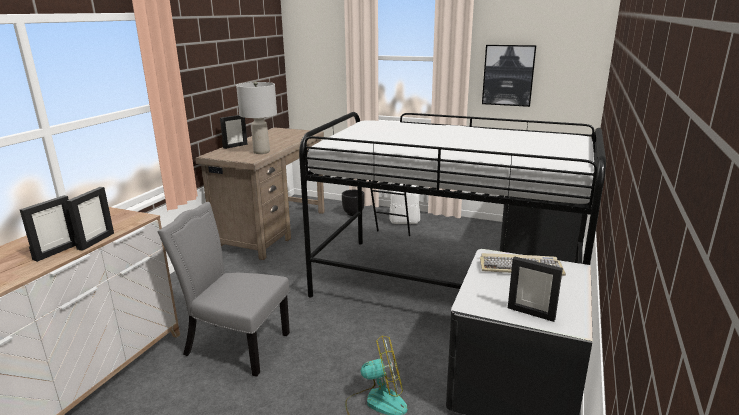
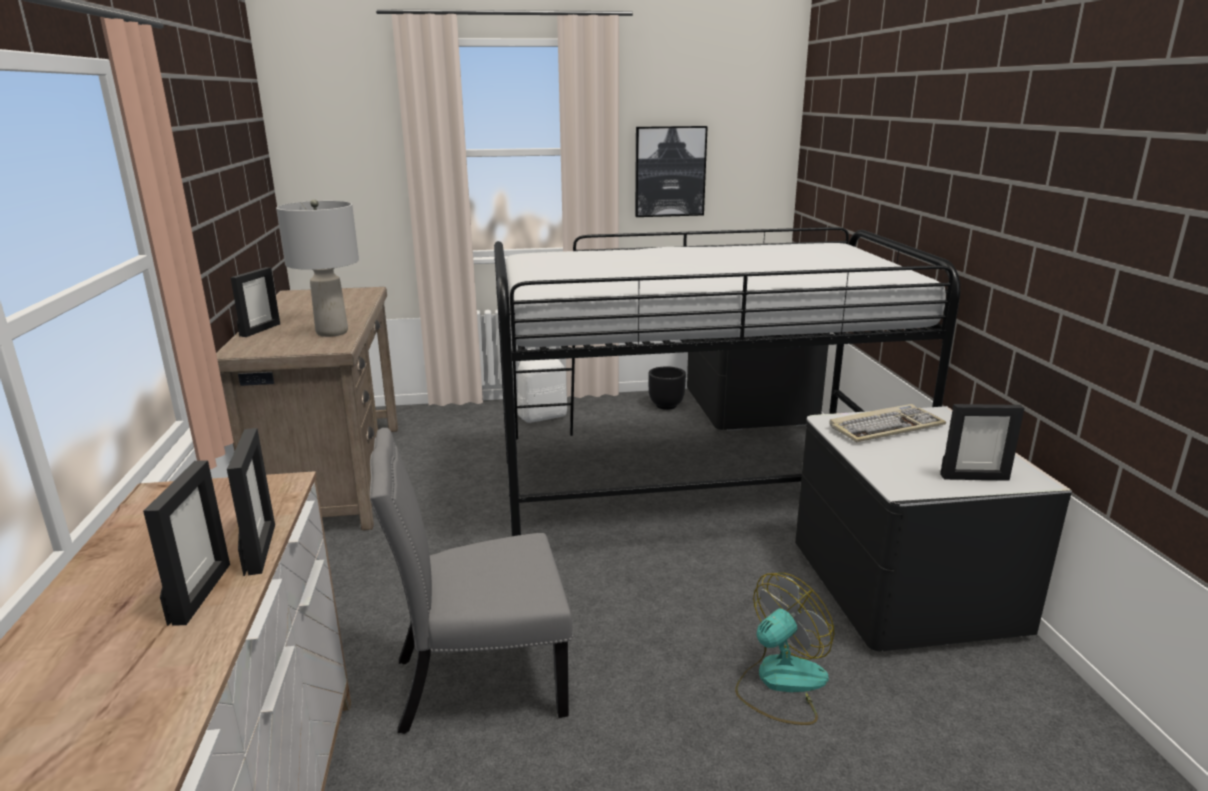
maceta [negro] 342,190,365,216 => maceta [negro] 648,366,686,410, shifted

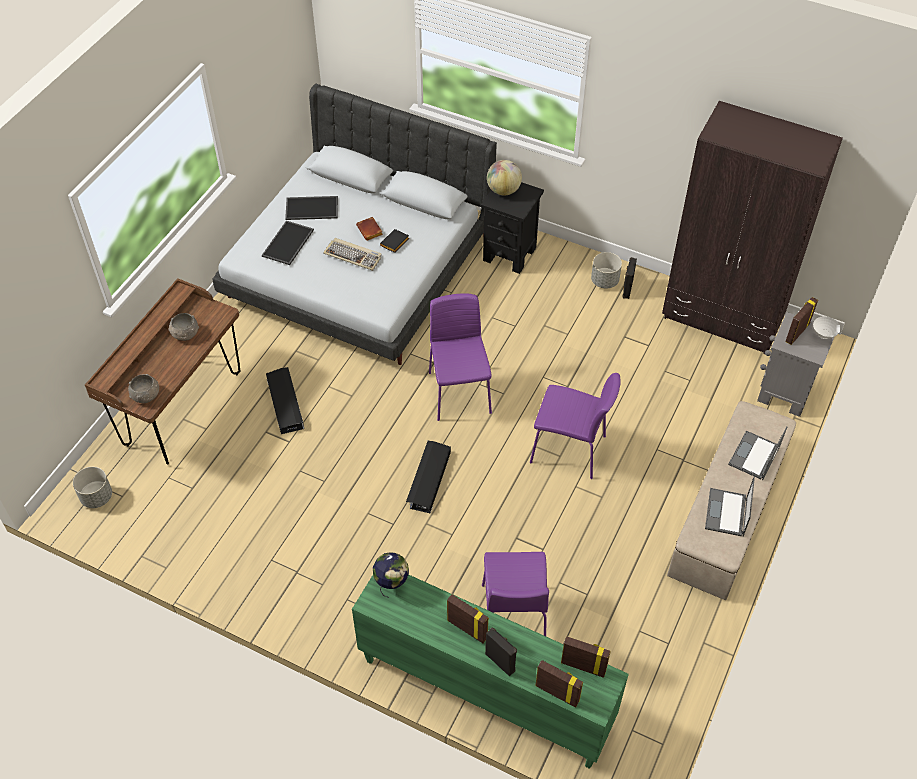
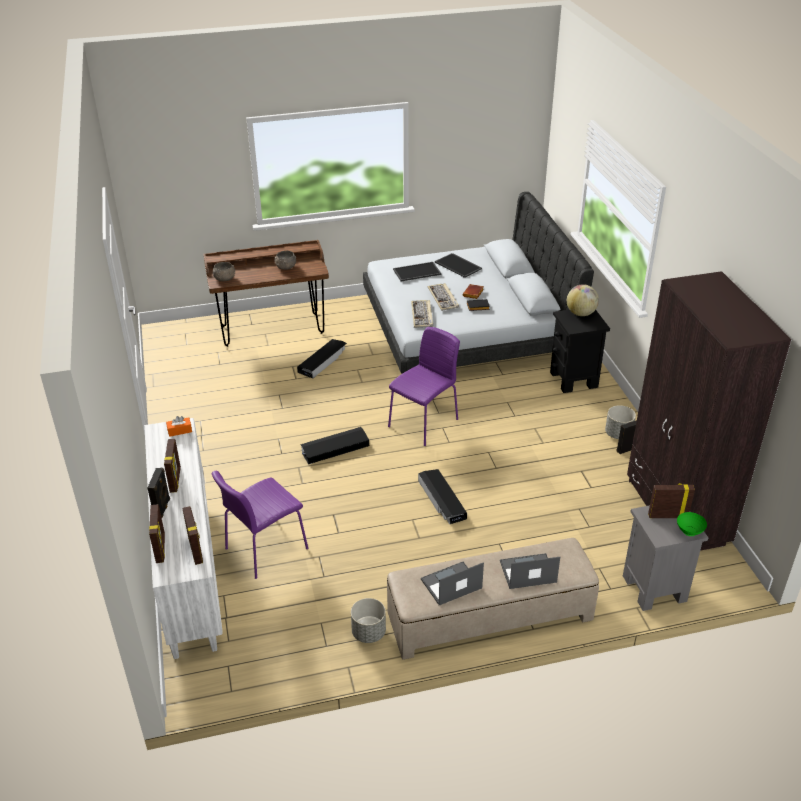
cómoda [verde] 352,575,629,768 => cómoda [blanco] 144,418,223,659
globo terráqueo 373,553,409,598 => caja de pañuelos [naranja] 166,416,192,437
maceta [gris] 73,467,112,508 => maceta [gris] 351,598,386,643, shifted
nothing => teclado 411,300,433,328
silla [morado] 530,373,621,479 => caja de almacenaje [negro] 418,469,467,524
cuenco [blanco] 813,316,841,339 => cuenco [verde] 677,512,707,536

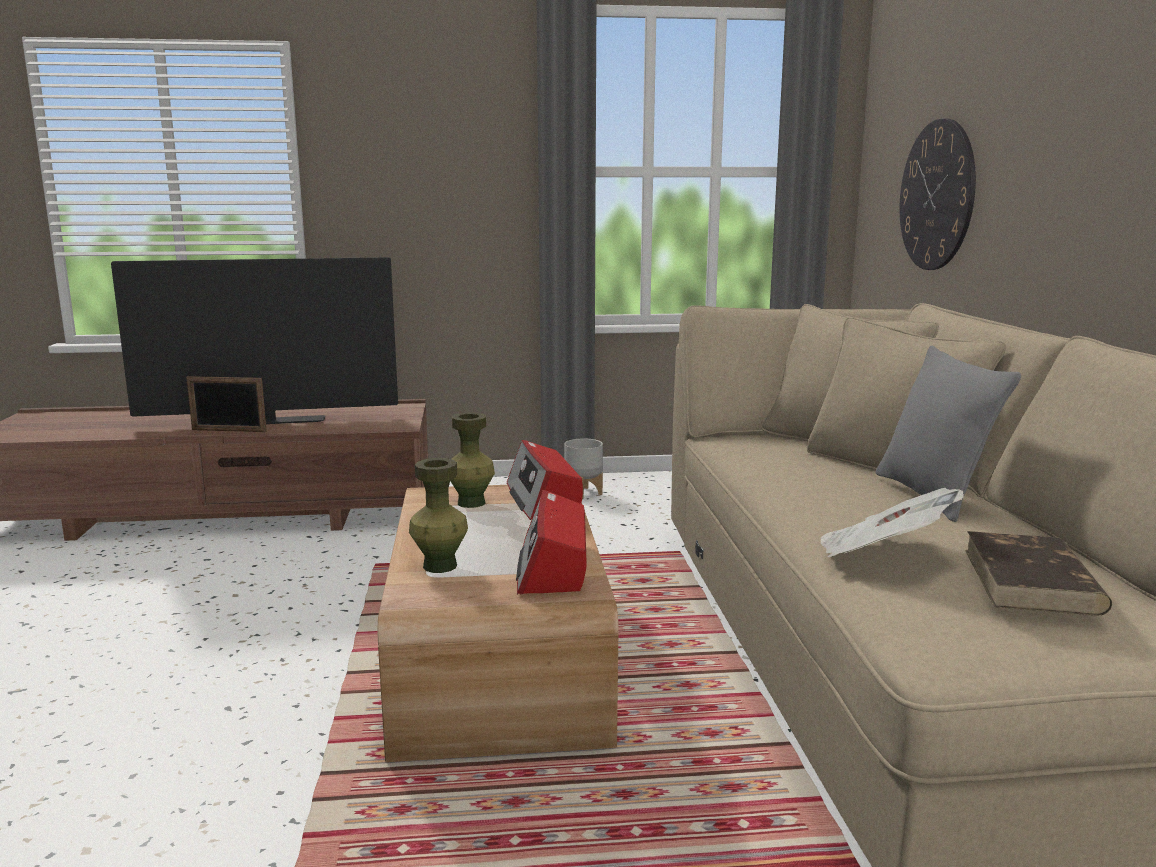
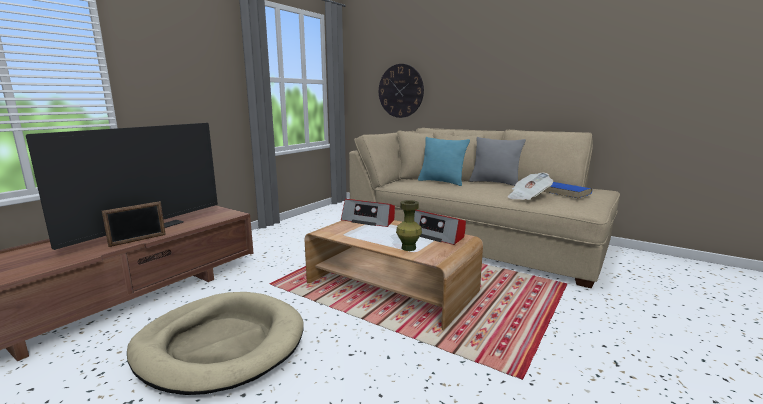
nothing => cama para perro [beis] 127,292,304,395
nothing => cojín [turquesa] 418,137,470,186
libro [marrón] 965,531,1112,616 => libro [azul] 543,182,592,198
florero [verde] 450,412,495,508 => nothing
maceta [gris] 565,439,603,500 => nothing

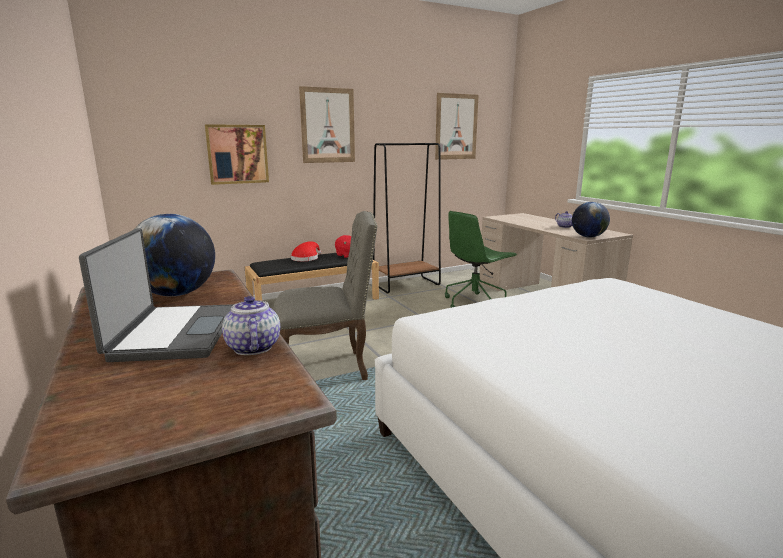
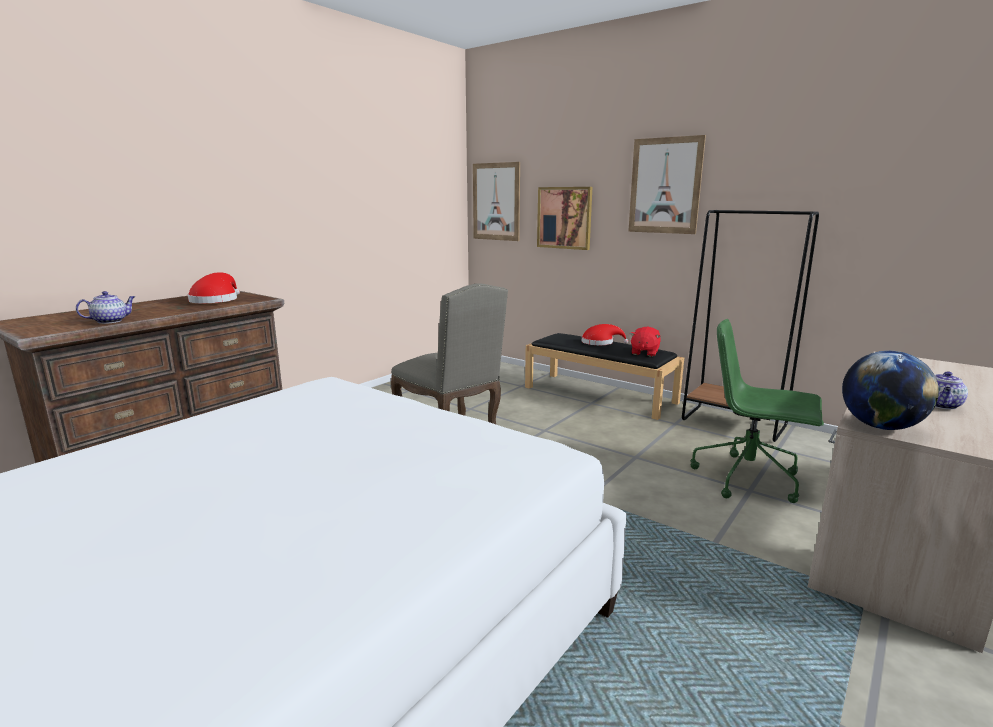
globo terráqueo 134,214,215,296 => sombrero [rojo] 188,272,240,303
cuadro 435,93,479,160 => cuadro 473,162,520,241, shifted
portátil 79,228,234,362 => nothing

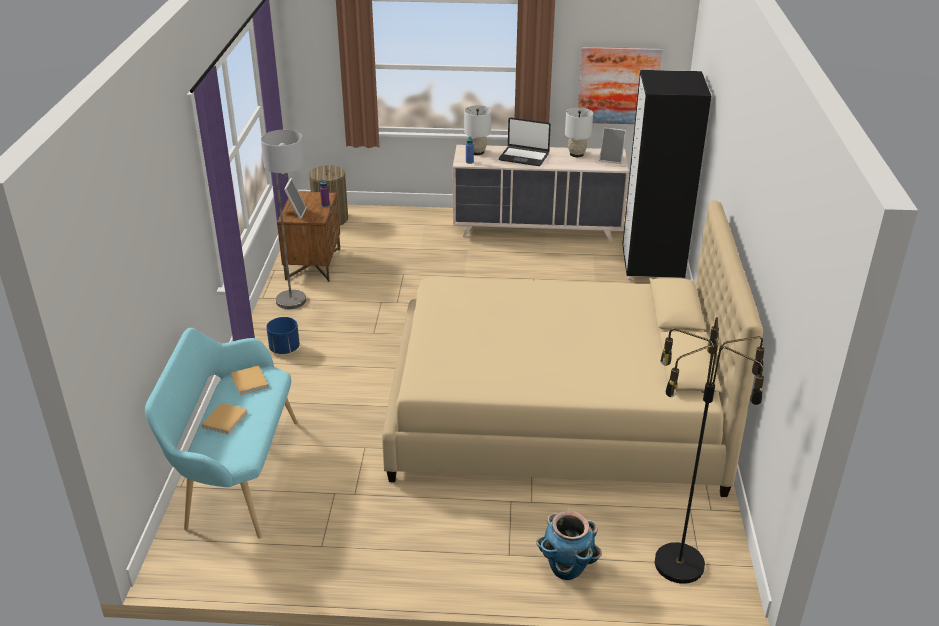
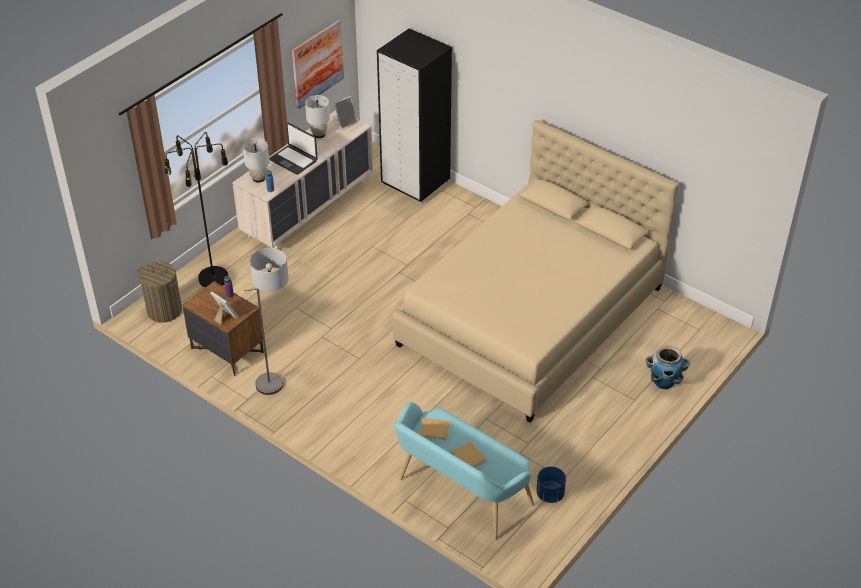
lámpara de pie 654,317,765,584 => lámpara de pie 164,132,228,287, shifted
portátil 499,117,551,166 => portátil 269,122,318,175, 75 degrees clockwise
maceta [azul] 266,317,300,354 => maceta [azul] 536,467,566,503, shifted

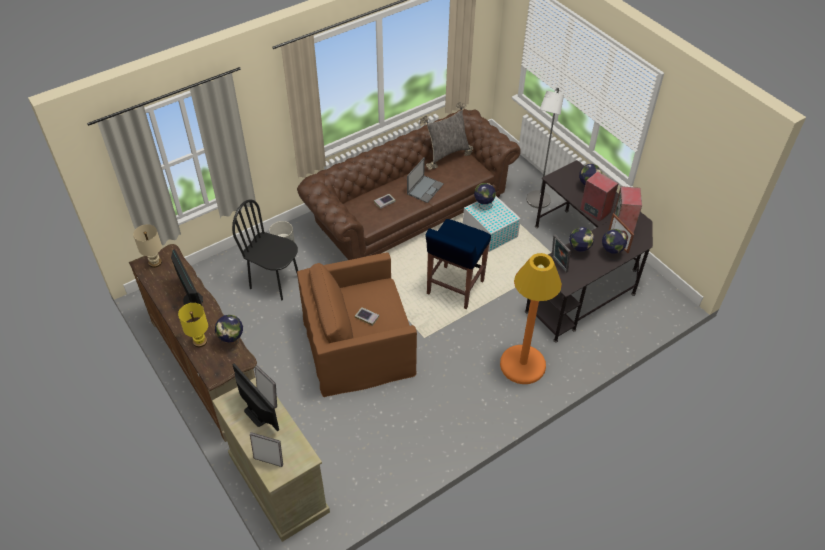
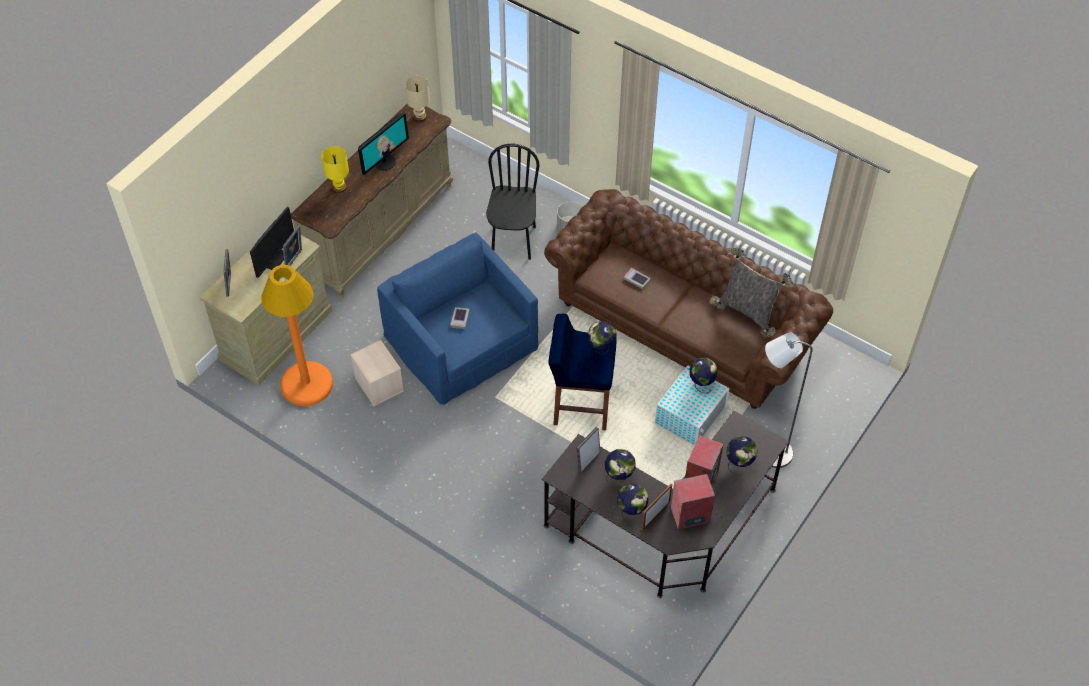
lámpara de pie [naranja] 500,253,562,384 => lámpara de pie [naranja] 262,265,333,406, shifted
nothing => caja de almacenaje [beis] 351,340,404,406
sillón [marrón] 297,252,417,397 => sillón [azul] 377,233,538,405
globo terráqueo 215,315,243,346 => globo terráqueo 588,321,617,355, shifted
portátil 407,157,444,203 => nothing

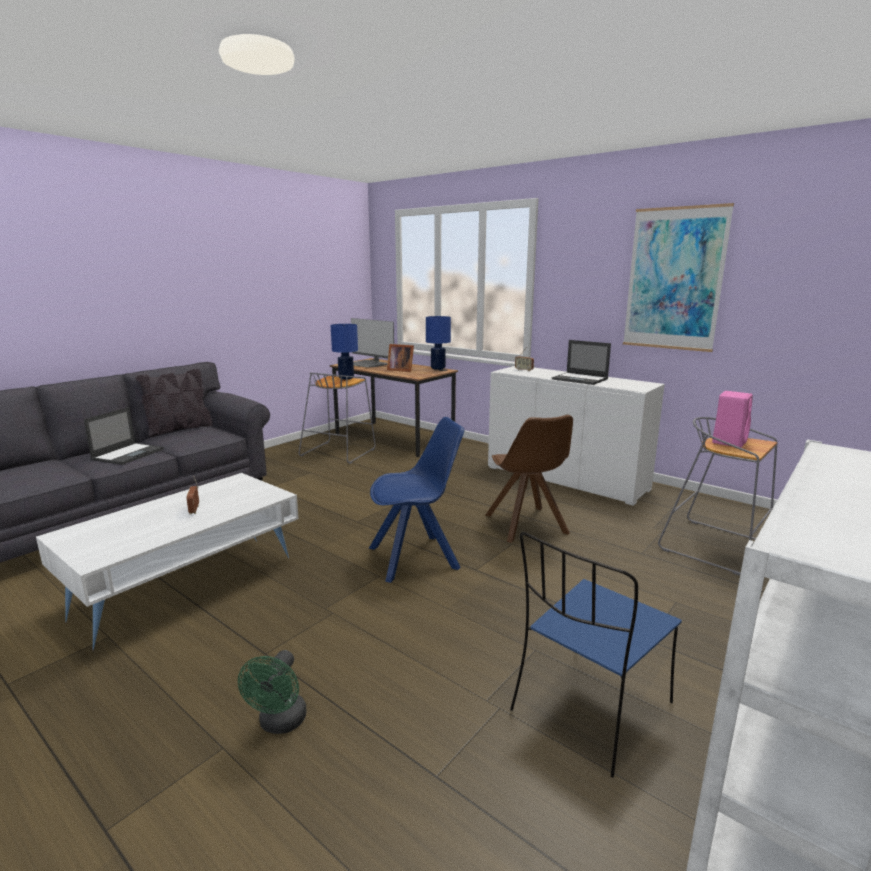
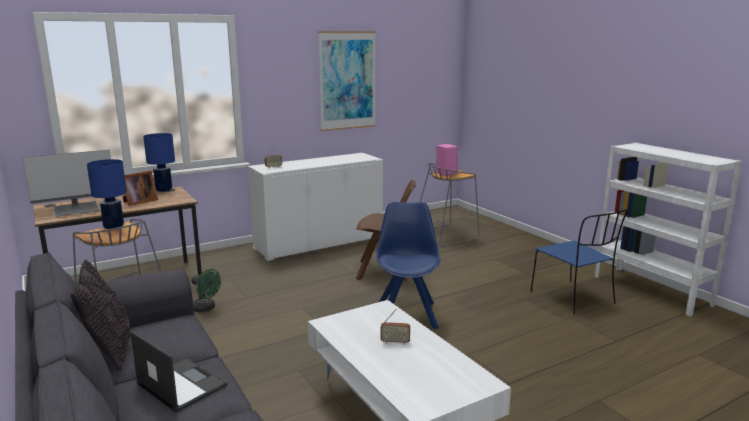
ventilador [verde] 238,650,307,734 => ventilador [verde] 192,269,221,312, shifted
portátil 552,340,611,385 => nothing

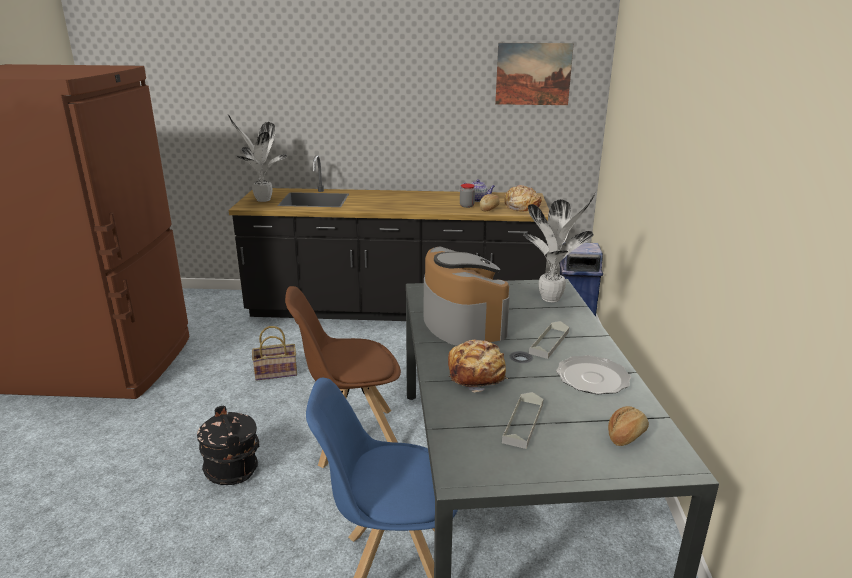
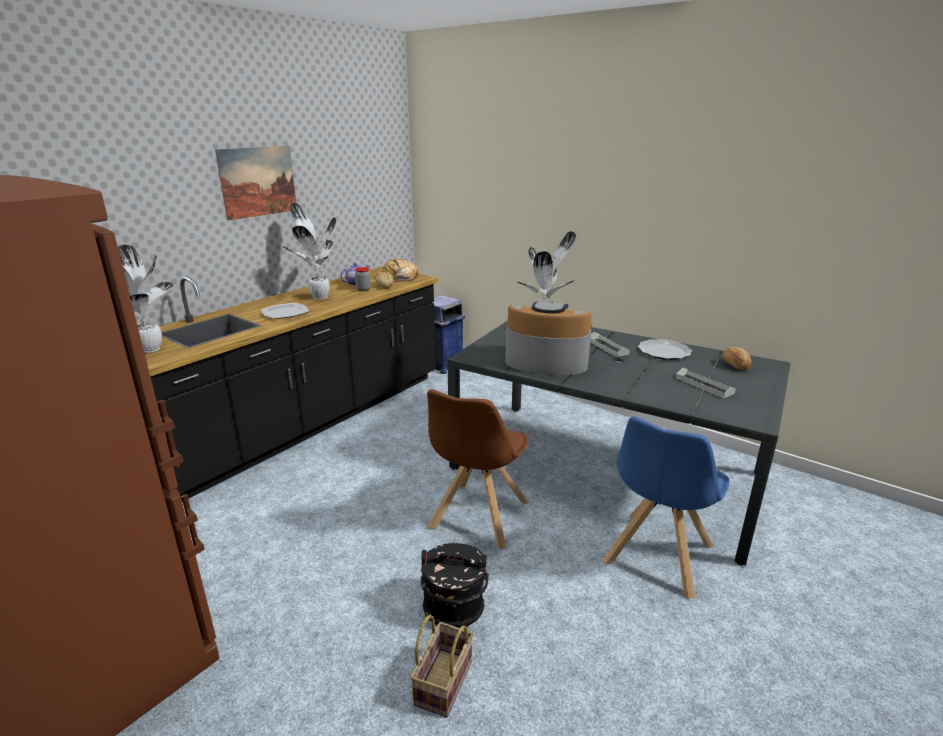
cuadro 495,43,574,105 => cuadro 215,146,296,220, shifted
nothing => plato 261,303,309,319
nothing => planta en maceta 283,203,336,300
cesta 252,326,297,381 => cesta 410,615,473,718, shifted
pan 448,339,508,392 => nothing

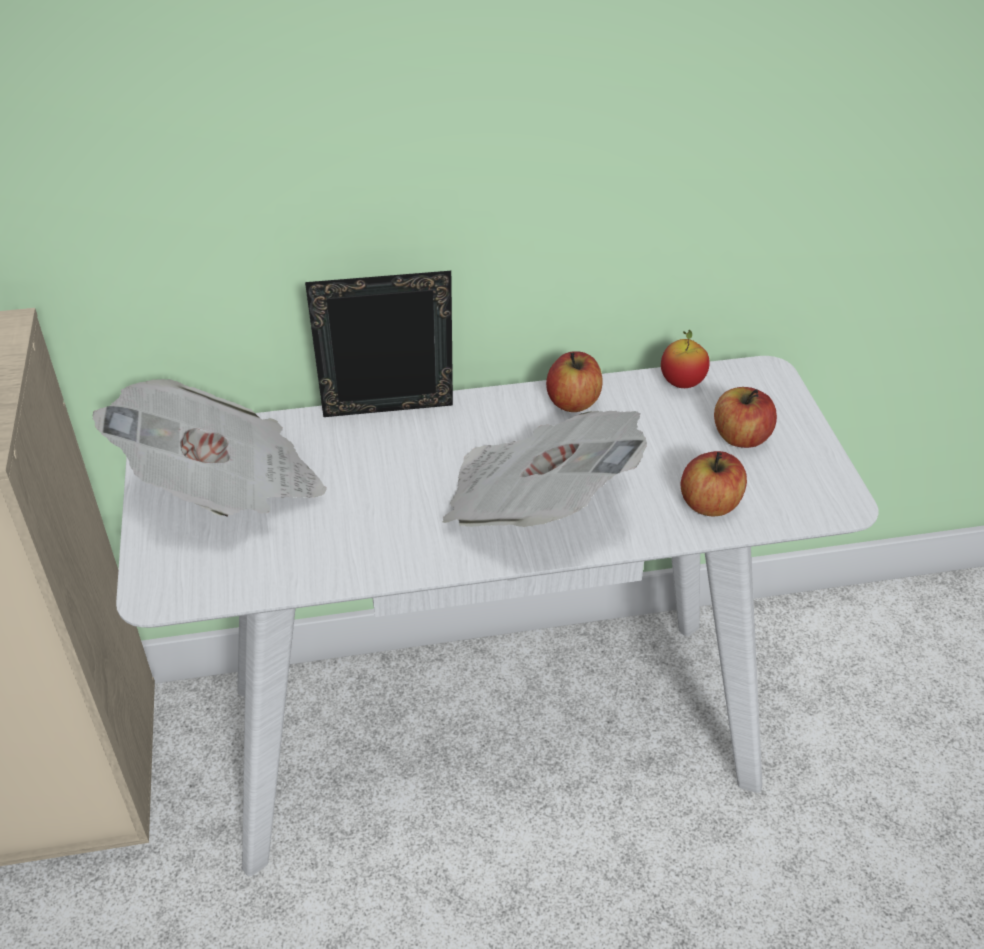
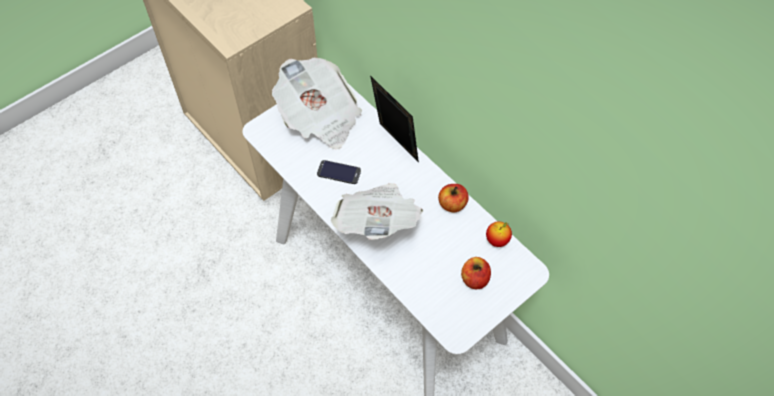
nothing => móvil 317,160,361,184
manzana 681,451,747,516 => nothing

